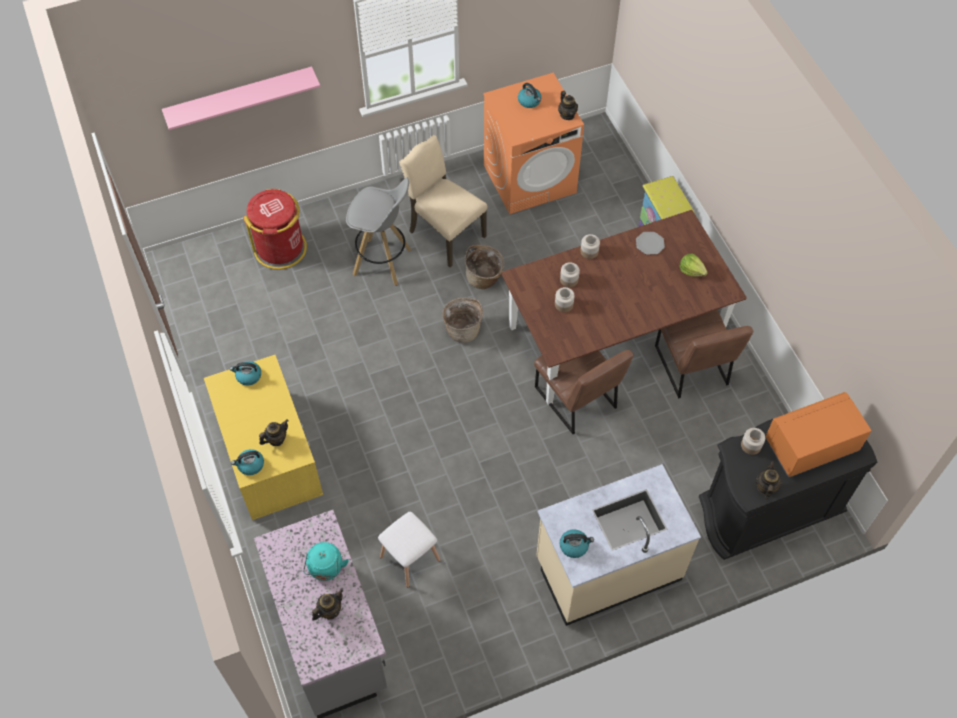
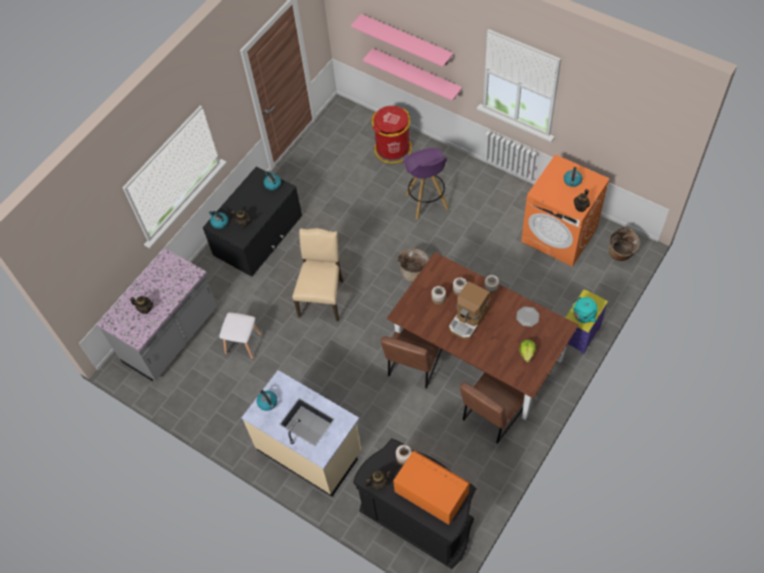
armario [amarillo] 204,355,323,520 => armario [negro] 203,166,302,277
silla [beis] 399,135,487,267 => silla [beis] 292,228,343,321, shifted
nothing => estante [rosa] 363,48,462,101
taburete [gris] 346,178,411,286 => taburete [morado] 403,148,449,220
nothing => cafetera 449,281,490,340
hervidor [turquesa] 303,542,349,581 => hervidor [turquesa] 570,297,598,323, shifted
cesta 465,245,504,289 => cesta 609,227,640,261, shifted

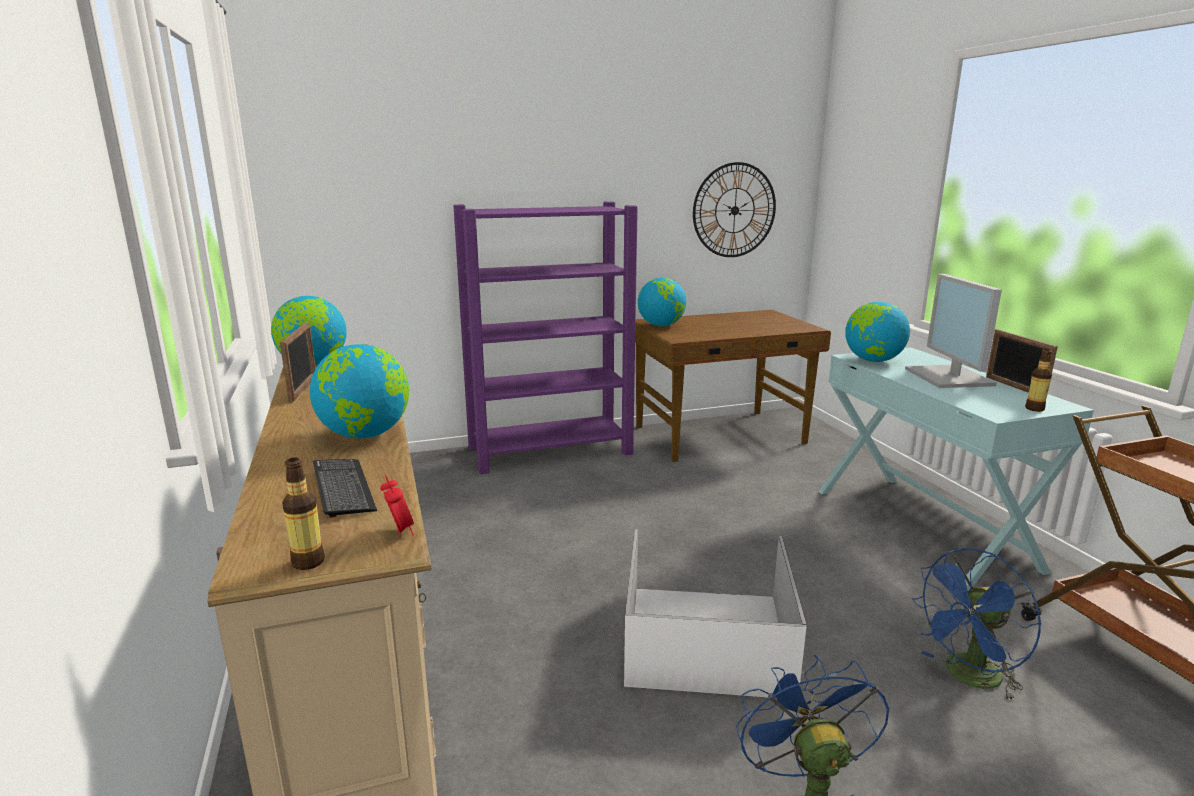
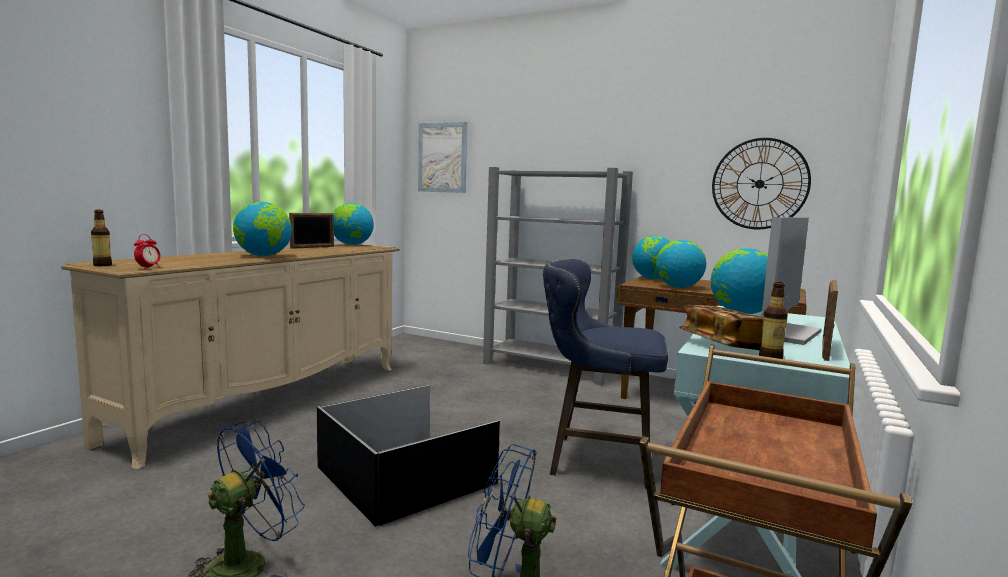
caja de almacenaje [blanco] 624,530,806,697 => caja de almacenaje [negro] 317,385,500,527
nothing => cuadro 418,122,468,193
estantería [morado] 453,201,638,474 => estantería [gris] 483,167,633,385
nothing => taburete [azul] 543,259,668,489
nothing => globo terráqueo 656,240,706,288
nothing => libro 679,305,763,350
teclado 313,459,377,518 => nothing

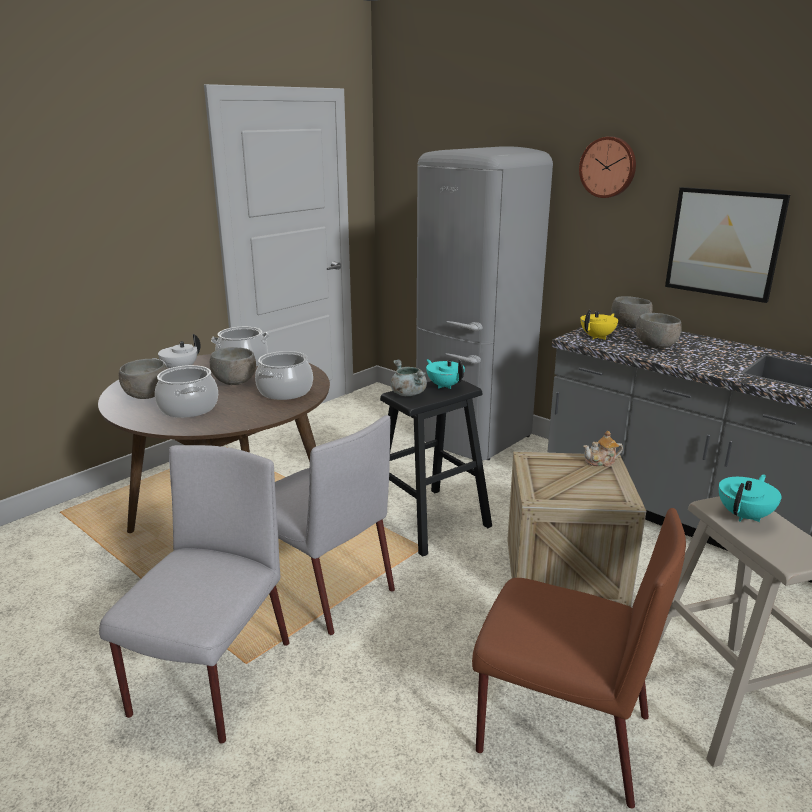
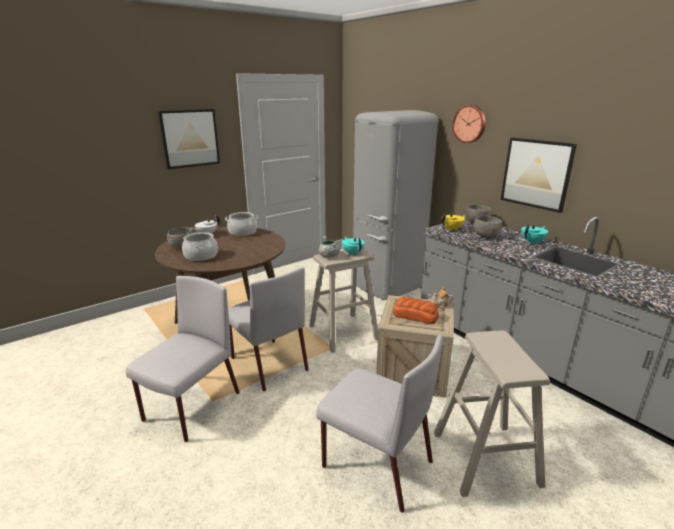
nothing => cuadro 158,109,220,169
taburete [negro] 380,380,492,557 => taburete [beis] 309,249,378,353
silla [marrón] 472,508,686,809 => silla [gris] 316,334,443,513
nothing => pan 393,297,439,324
tetera [turquesa] 719,474,782,522 => tetera [turquesa] 521,224,548,244, shifted
cuenco [gris] 210,347,256,385 => nothing
olla 255,351,313,400 => nothing

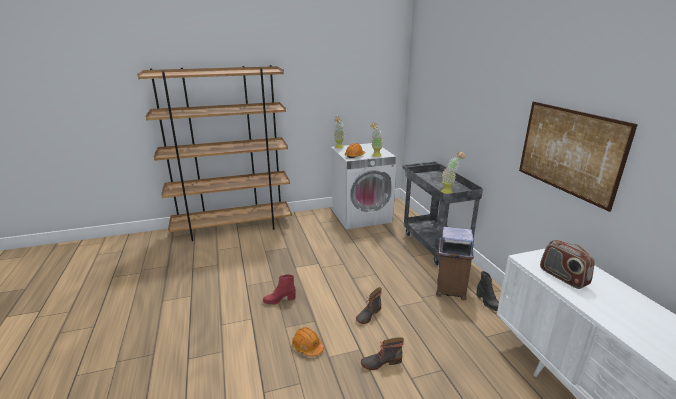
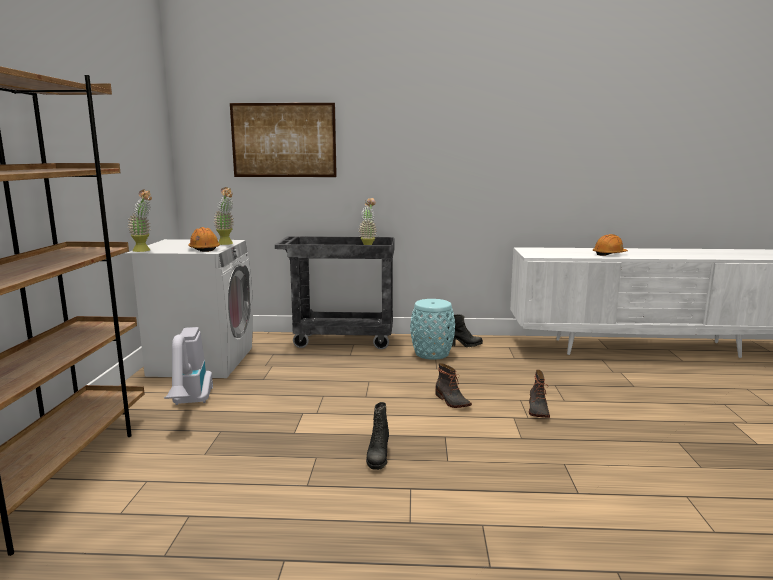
nothing => aspiradora 164,327,213,405
cuadro 519,101,638,212 => cuadro 230,103,337,177, shifted
bota [rojo] 263,275,296,305 => bota [negro] 366,402,389,470
papelera [marrón] 436,227,474,300 => taburete [turquesa] 410,299,455,360
casco [naranja] 292,327,324,357 => casco [naranja] 593,234,628,256, shifted
radio 540,240,595,289 => nothing

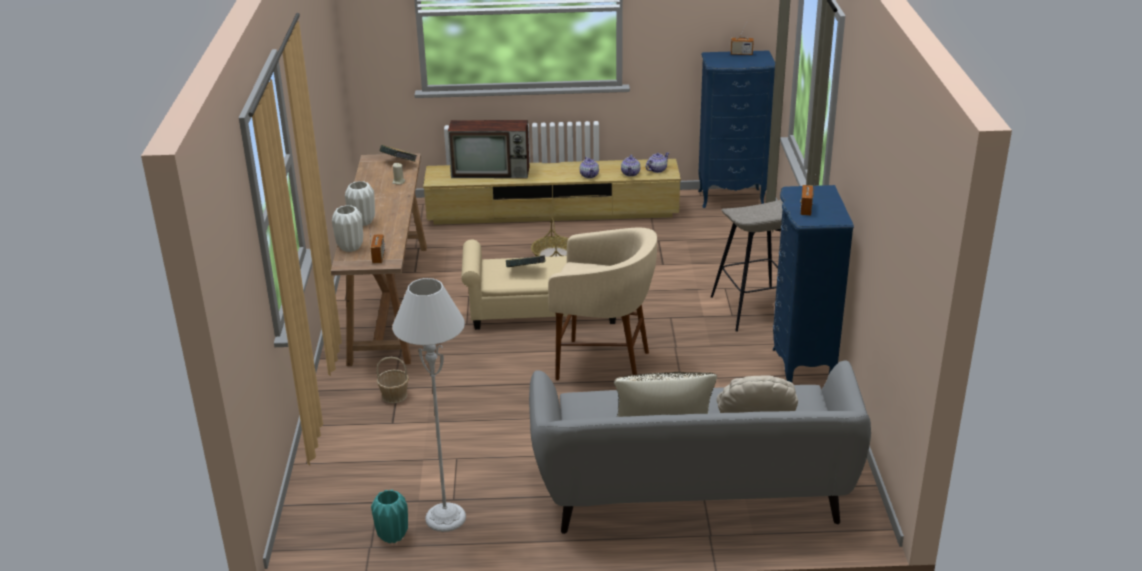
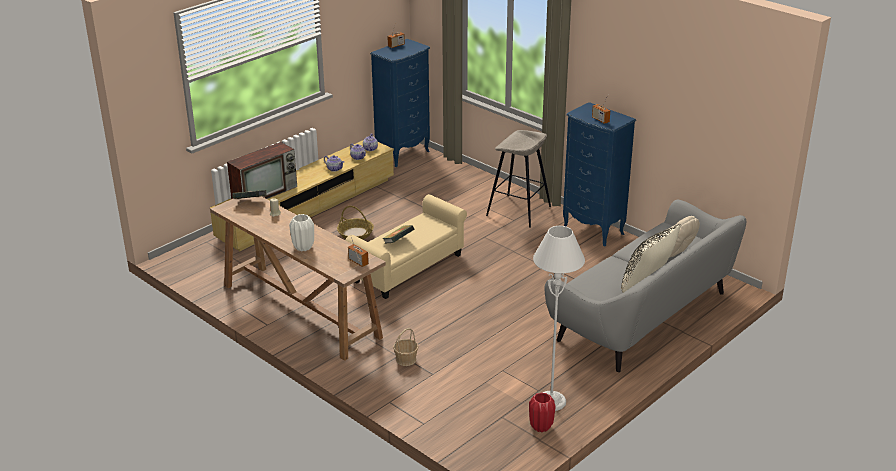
florero [turquesa] 371,490,408,543 => florero [rojo] 529,392,556,432
florero [blanco] 332,205,363,252 => nothing
taburete [beis] 548,227,657,380 => nothing

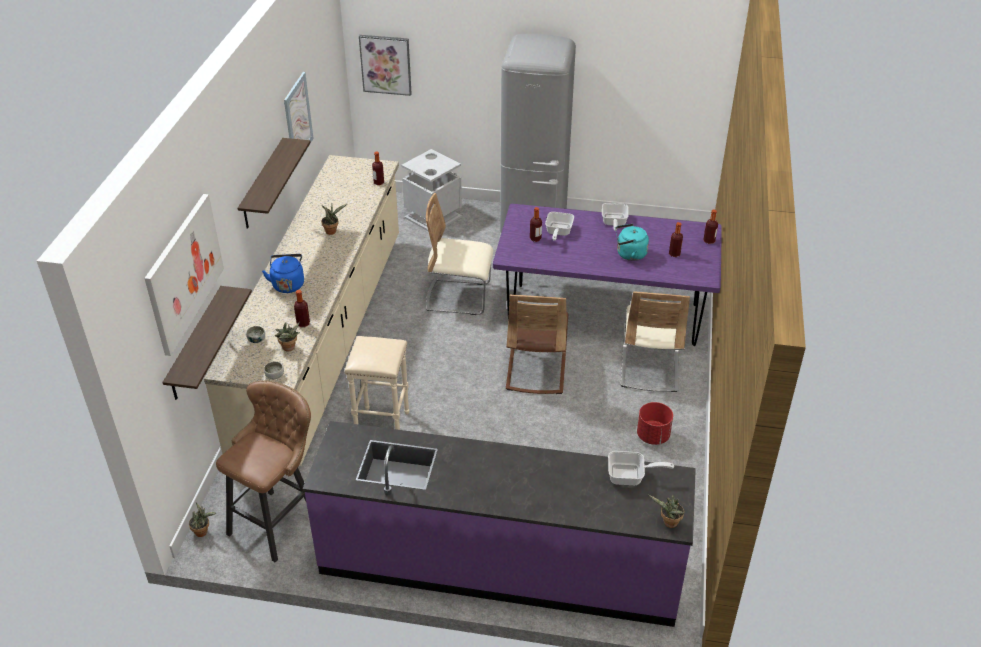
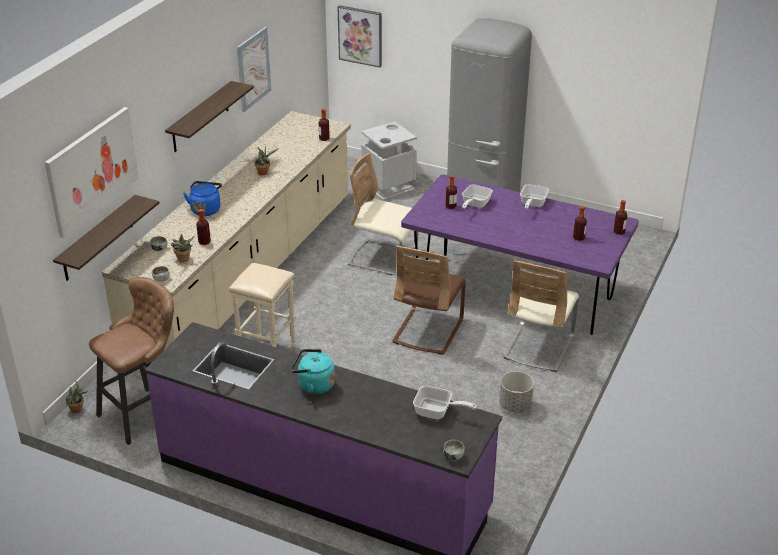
hervidor [turquesa] 615,224,649,261 => hervidor [turquesa] 291,349,335,394, shifted
planta en maceta 649,495,684,528 => cuenco 443,440,465,460
maceta [rojo] 637,402,673,445 => maceta [gris] 499,371,534,413

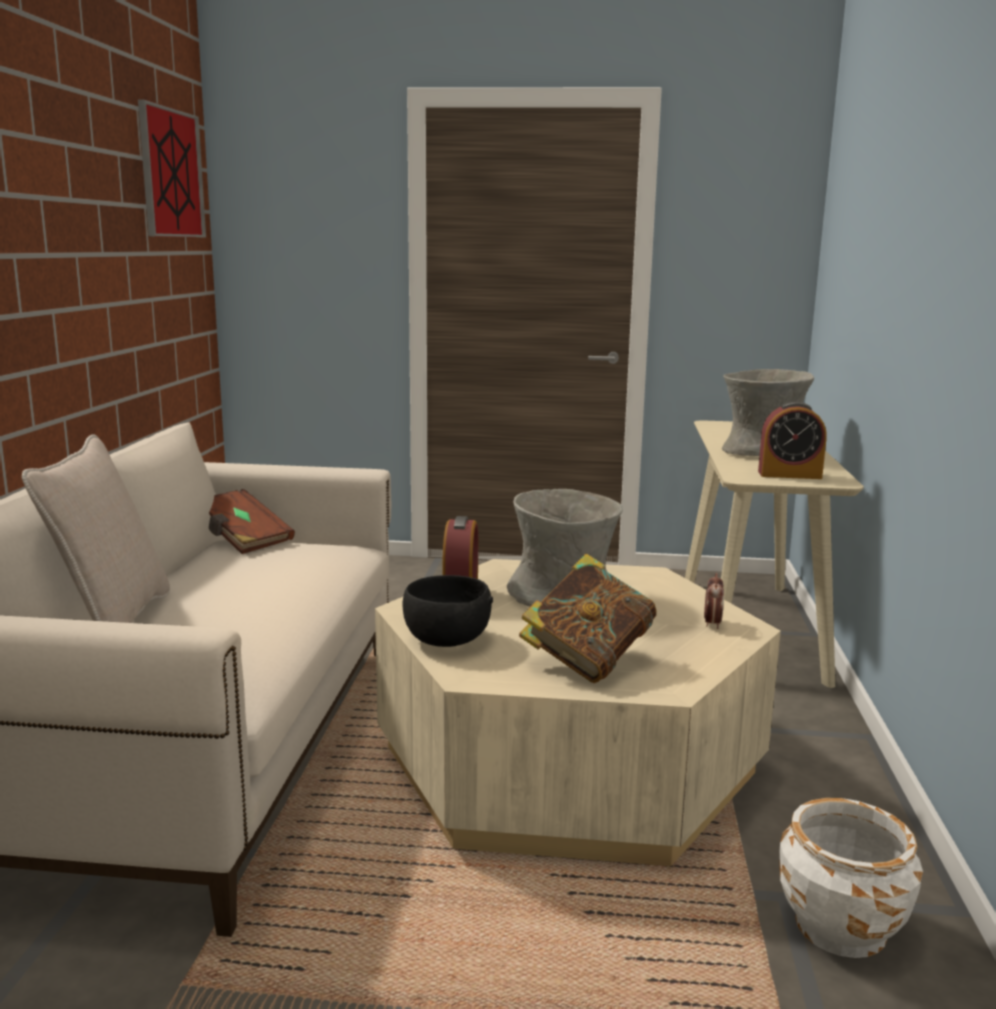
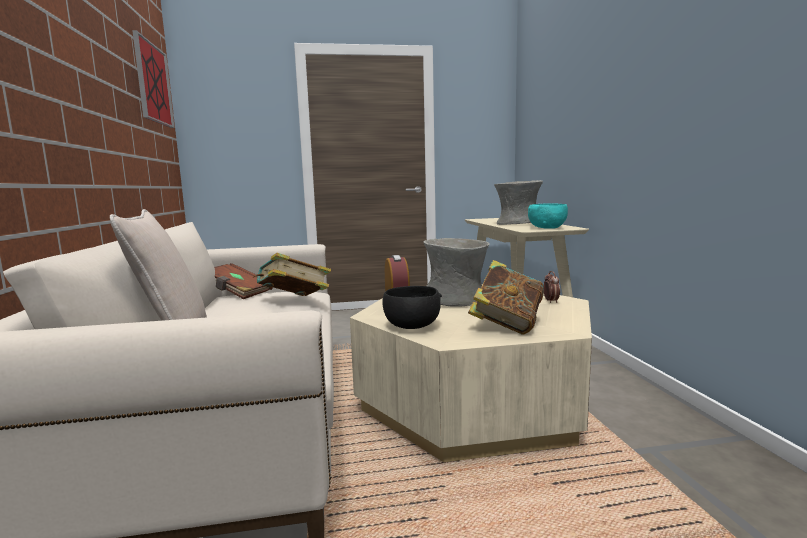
nothing => libro 253,253,331,296
despertador 758,401,827,479 => cuenco [turquesa] 528,203,568,229
maceta [blanco] 779,798,923,958 => nothing

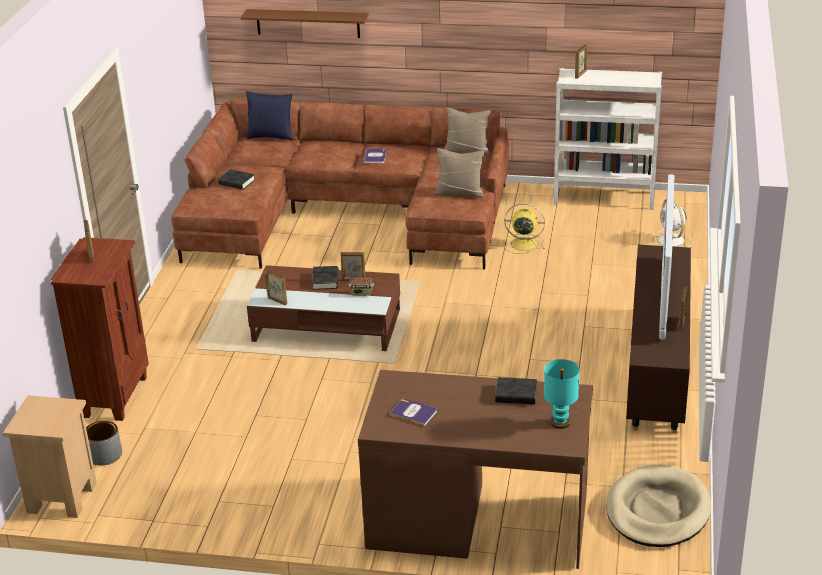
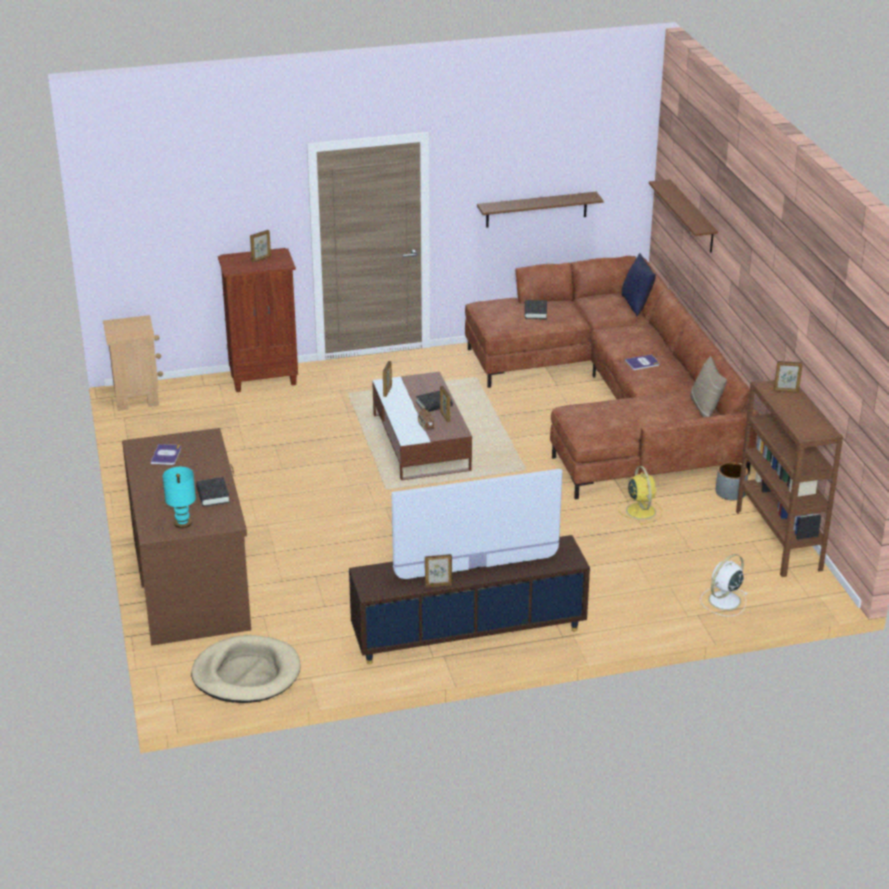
nothing => estante [marrón] 477,192,604,228
maceta [gris] 86,421,122,466 => maceta [gris] 716,462,749,500, shifted
estantería [blanco] 554,68,662,210 => estantería [marrón] 736,380,843,577
cojín [beis] 434,148,485,198 => nothing

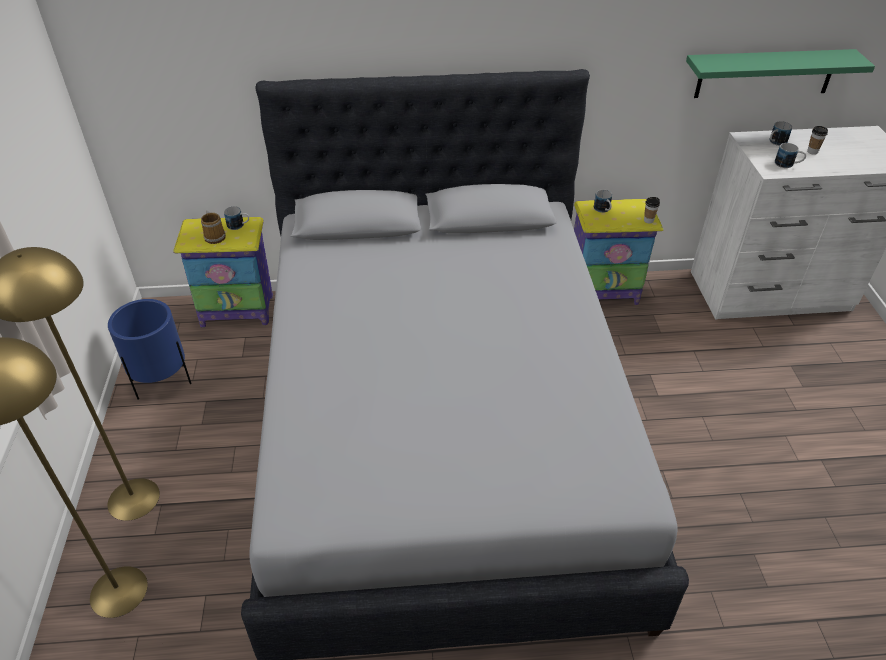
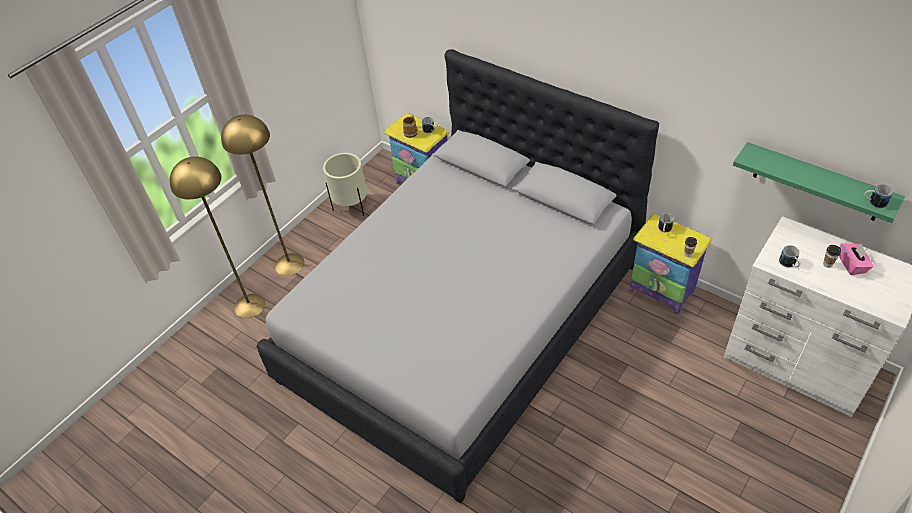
maceta [azul] 108,299,192,400 => maceta [beis] 323,153,367,216
nothing => caja de pañuelos [rosa] 839,243,873,275
taza grande 769,121,792,146 => taza grande 864,184,893,208, shifted

